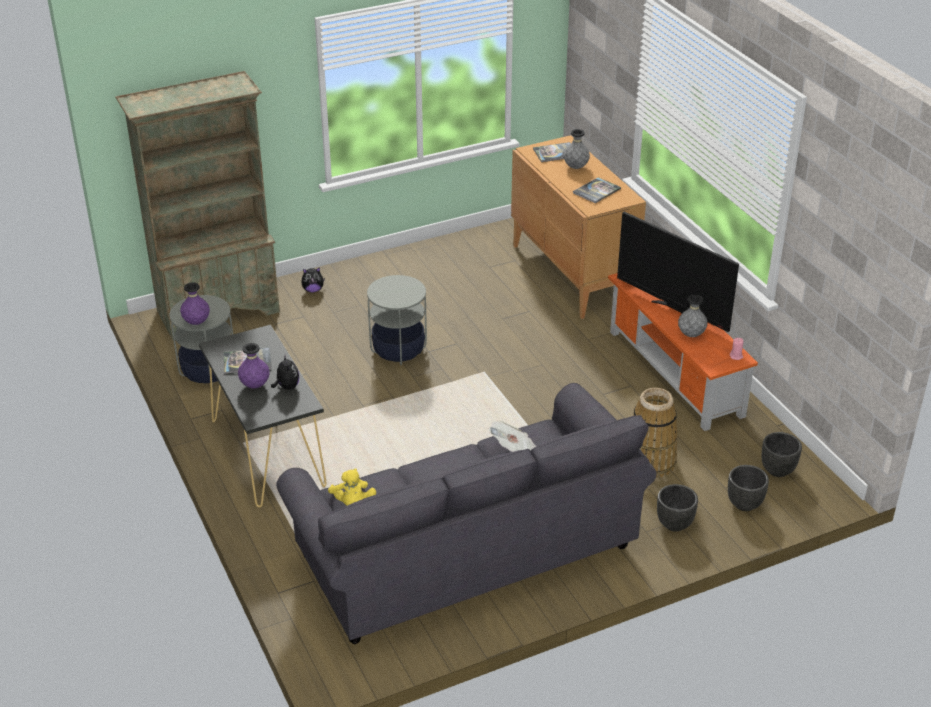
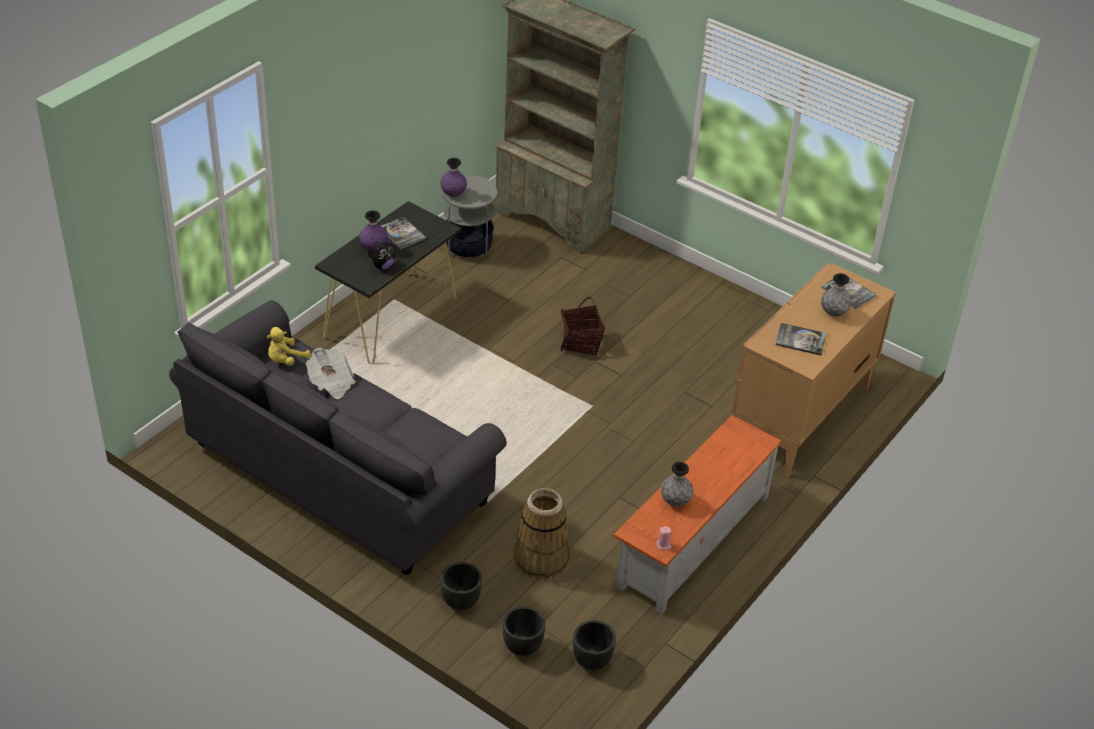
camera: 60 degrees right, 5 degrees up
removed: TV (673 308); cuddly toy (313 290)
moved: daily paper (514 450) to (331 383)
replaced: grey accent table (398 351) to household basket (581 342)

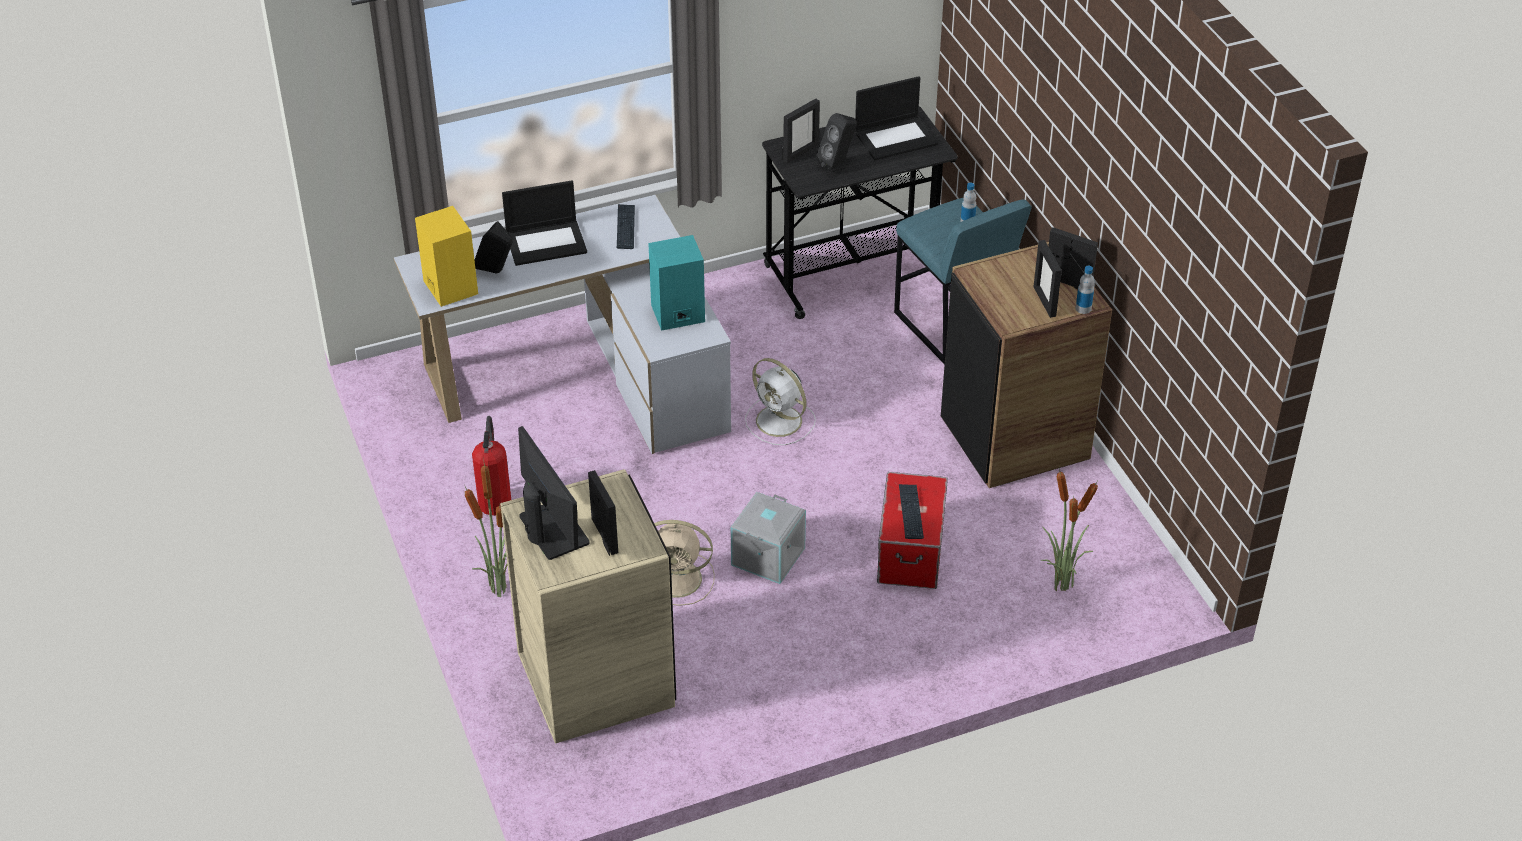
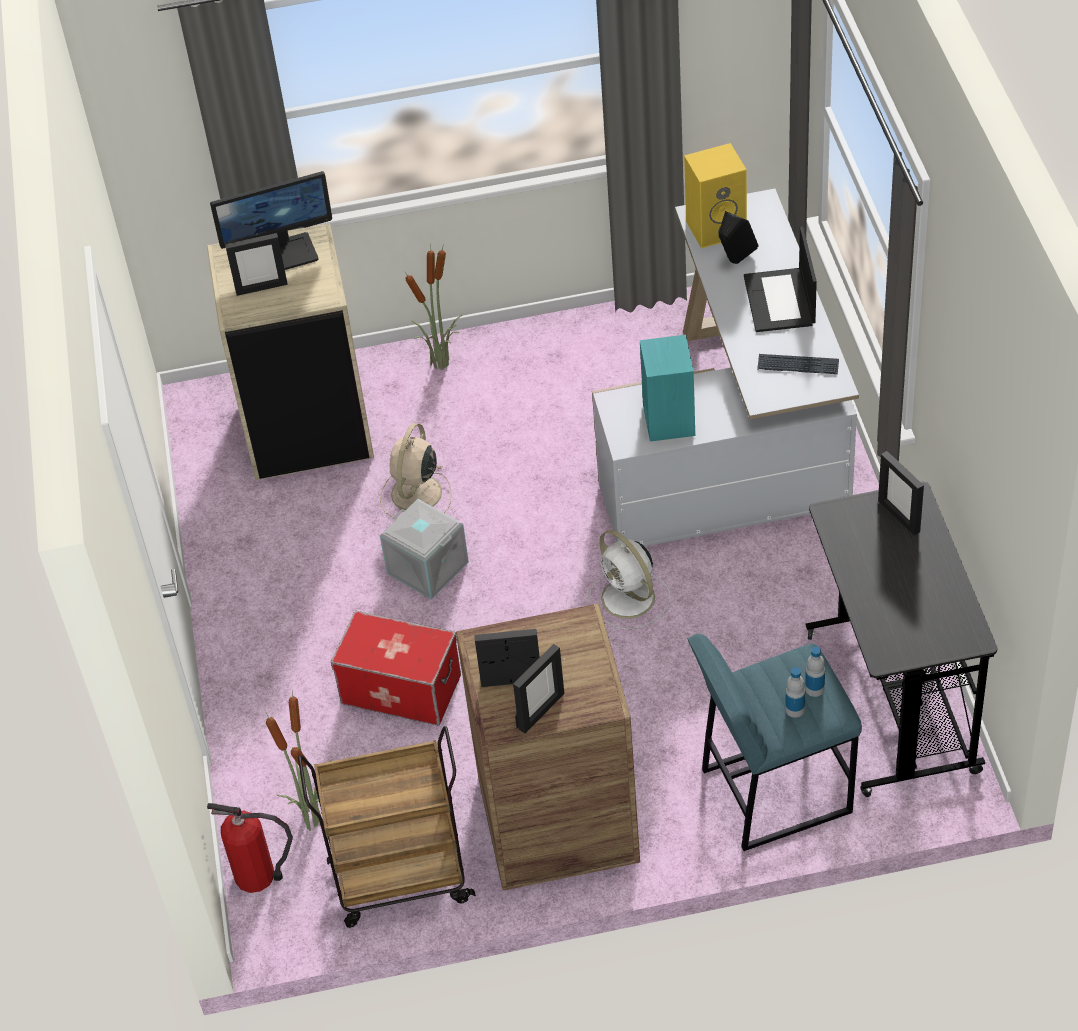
camera: 105 degrees right, 5 degrees up
removed: notebook computer (896 138); black-coloured audio speaker (837 164); keyboard (910 512)
added: brownish trolley (400 882)
moved: beverage bottle (1083 308) to (814 689); fire-fighting cylinder (494 500) to (259 875)
turned: white fan (780 422) = (629 599) 90 degrees counterclockwise

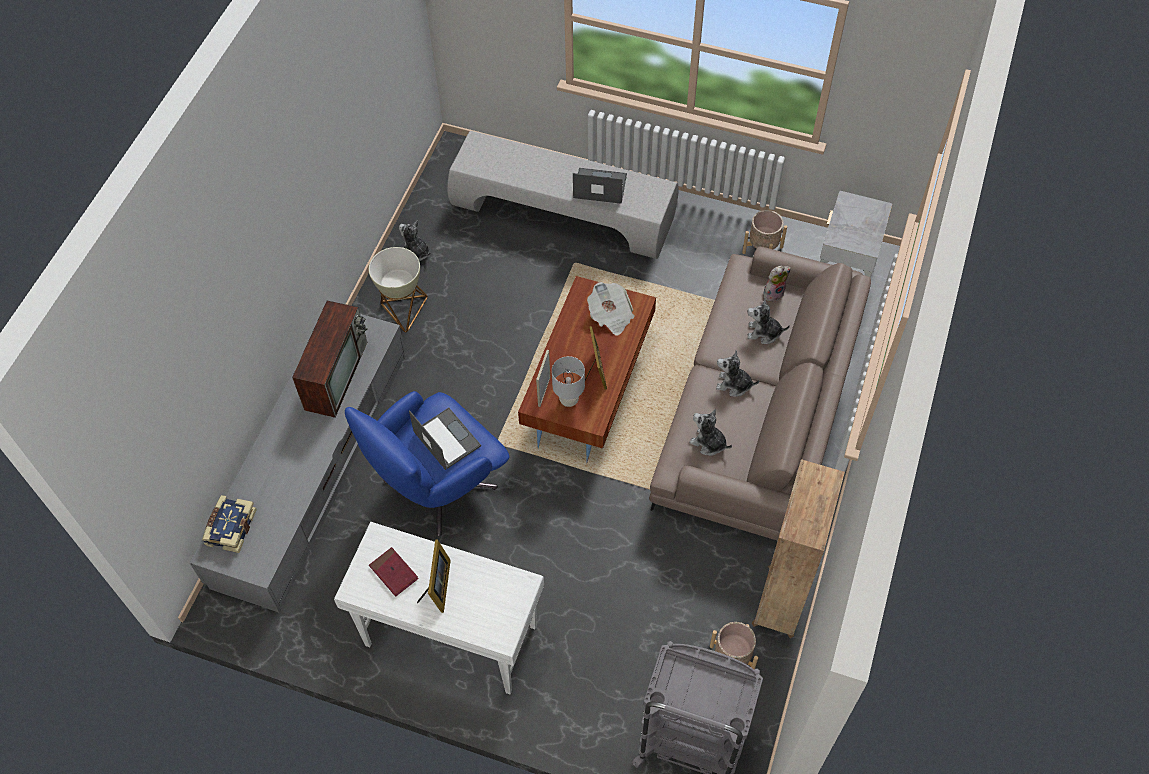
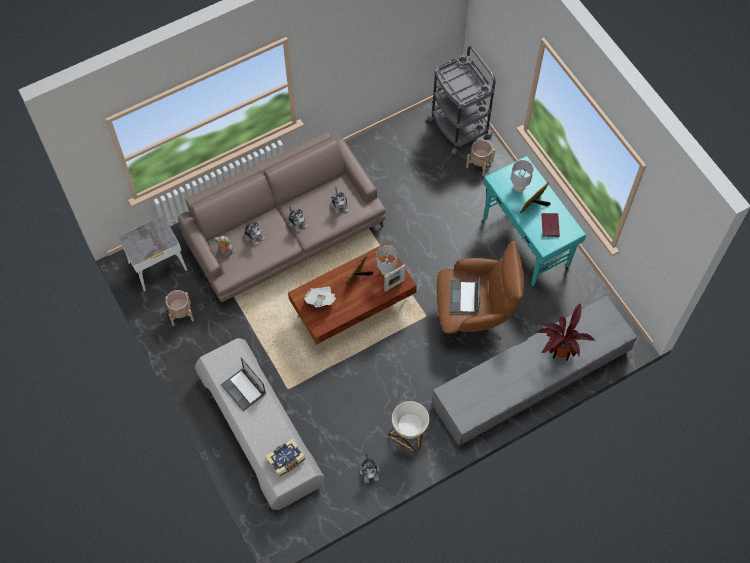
camera: 140 degrees left, 5 degrees up
removed: TV (336 374); brownish shelving unit (780 602)
added: grey tabletop lamp (519 187); potted plant (559 351)
moved: bound book (230 527) to (286 460); beige-coloured flower pot (732 658) to (479 164)
recoloured: blue-coloured easy chair (439 485) to brownish easy chair (473 316); white console table (450 636) to turquoise console table (526 242)

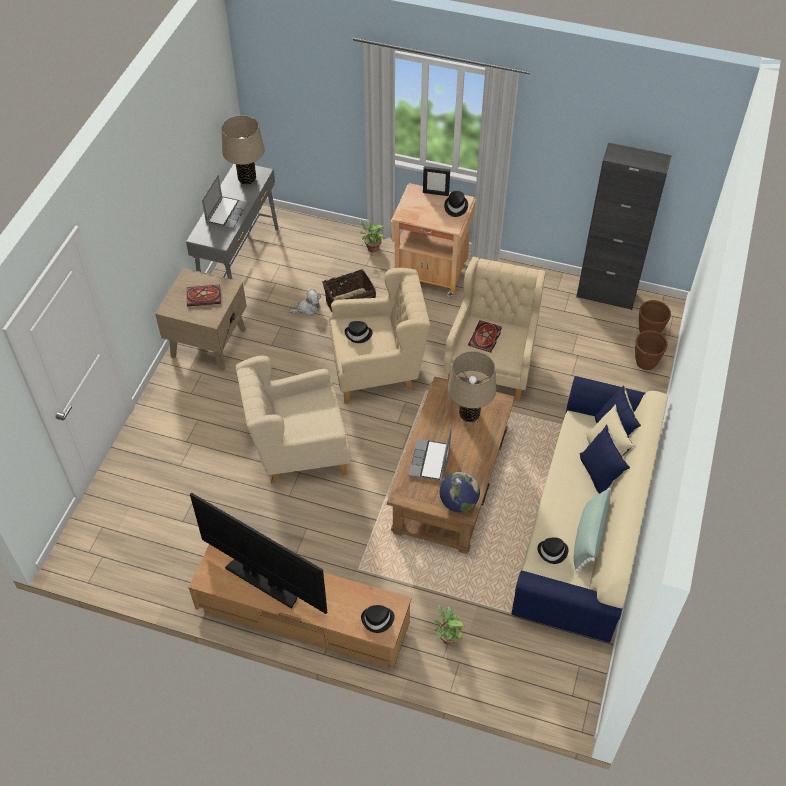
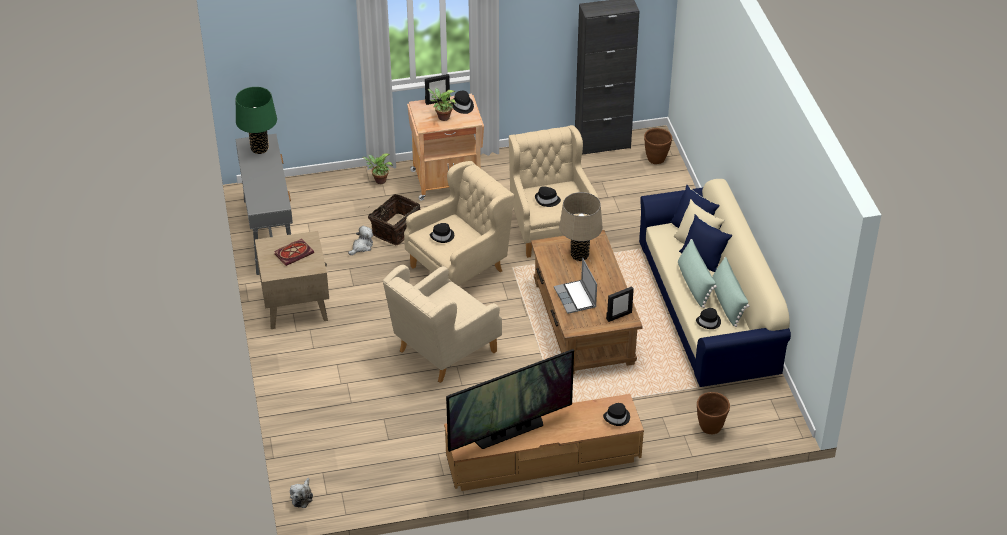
camera: 30 degrees left, 10 degrees down
removed: notebook computer (226 213)
added: greenish cushion (694 284); cuddly toy (302 497)
moved: brownish flower pot (645 364) to (710 428); potted plant (447 637) to (442 117)
replaced: bound book (485 338) to black-coloured wearable hat (547 200); globe (458 502) to picture frame (619 315)
recoloured: beige-coloured tabletop lamp (247 179) to greenish tabletop lamp (259 149)
turned: TV (262 582) = (509 432) 150 degrees clockwise

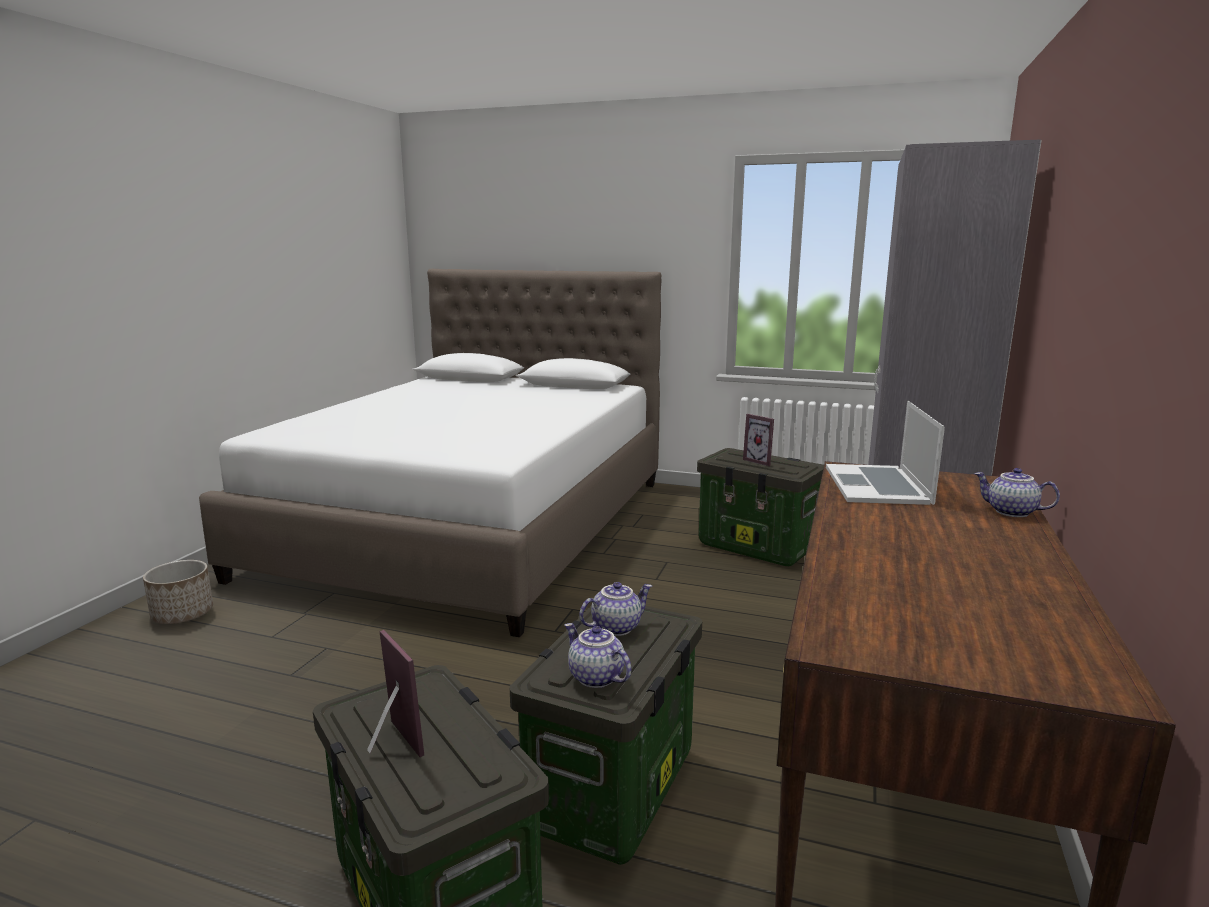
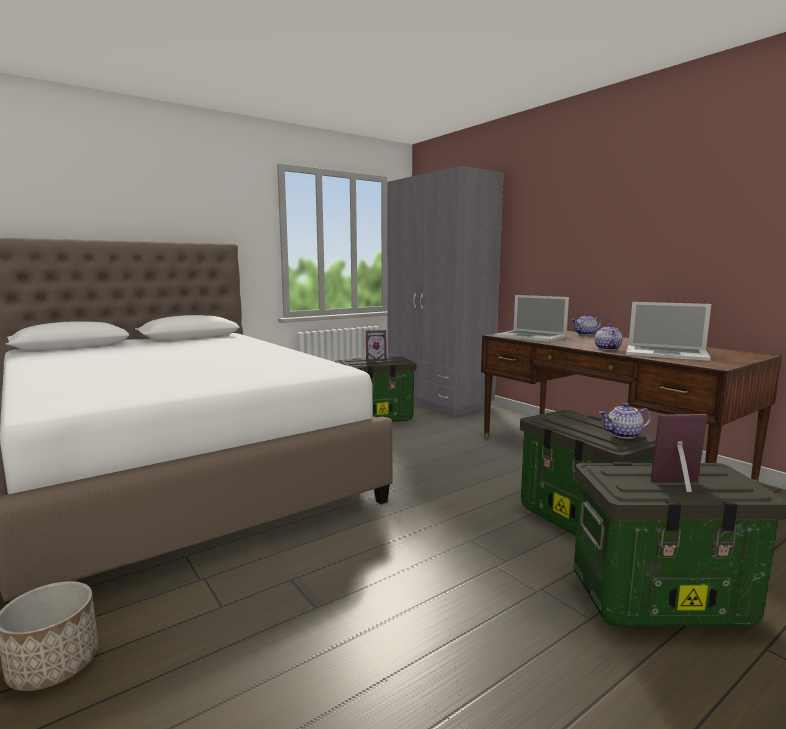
camera: 55 degrees left, 5 degrees down
added: notebook computer (666 353)
moved: pot for tea (616 627) to (606 349)

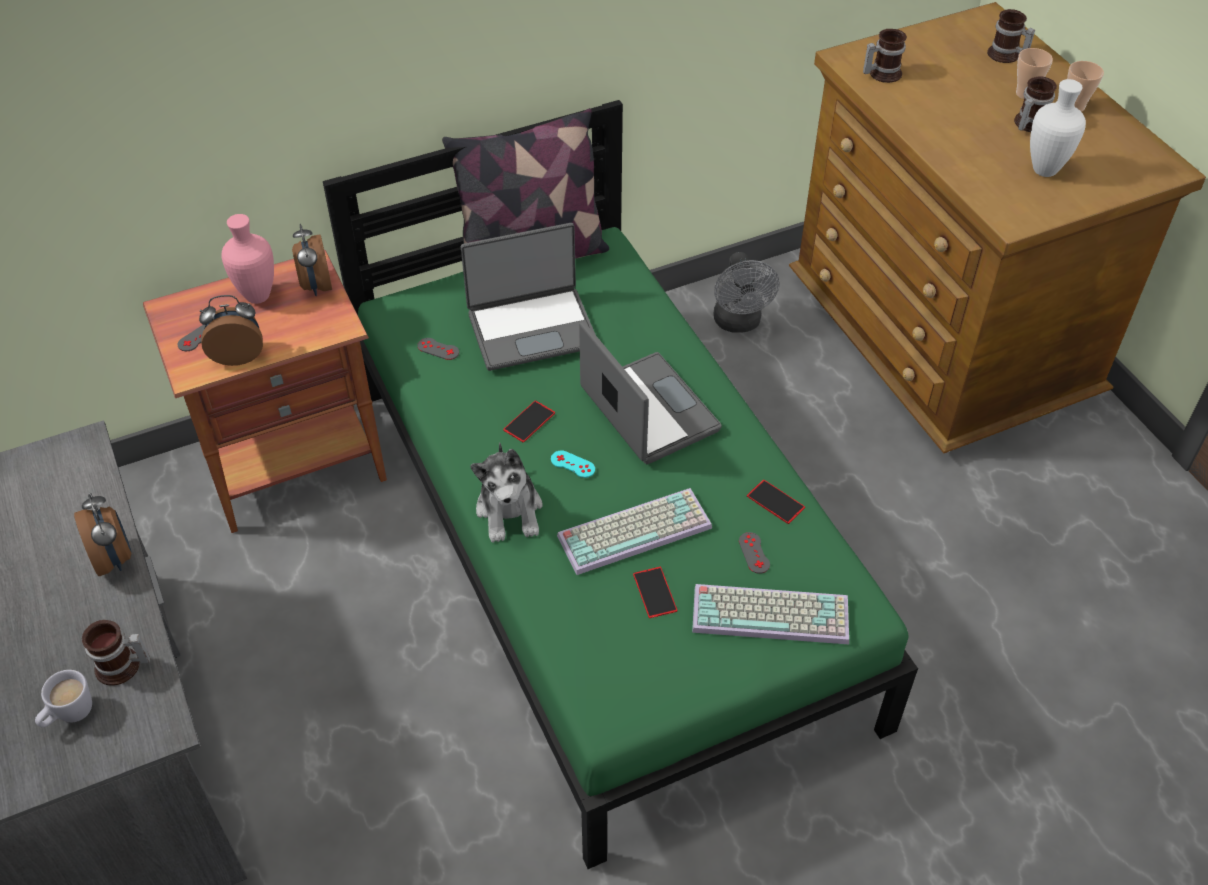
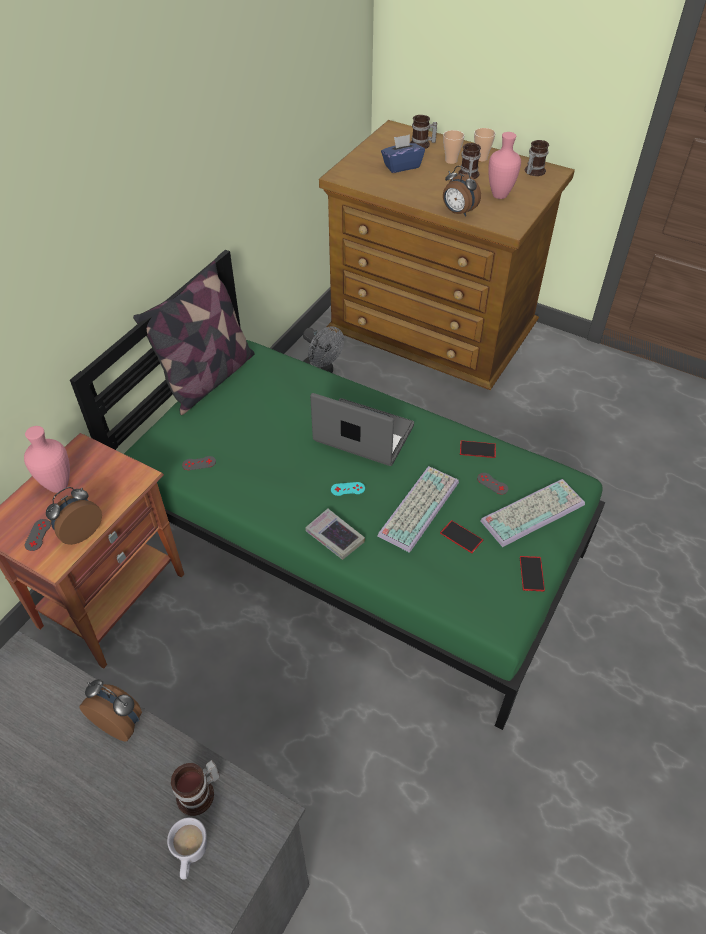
camera: 35 degrees left, 0 degrees up
removed: notebook computer (532 328)
added: blue-coloured box of tissues (401 166)
moved: tea mug (881 73) to (533 171); bedside clock (315 285) to (458 212); phone (529 421) to (531 573)
replaced: cuddly toy (510 510) to bound book (335 537)
recoloured: white flower vase (1043 170) to pink-coloured flower vase (499 196)

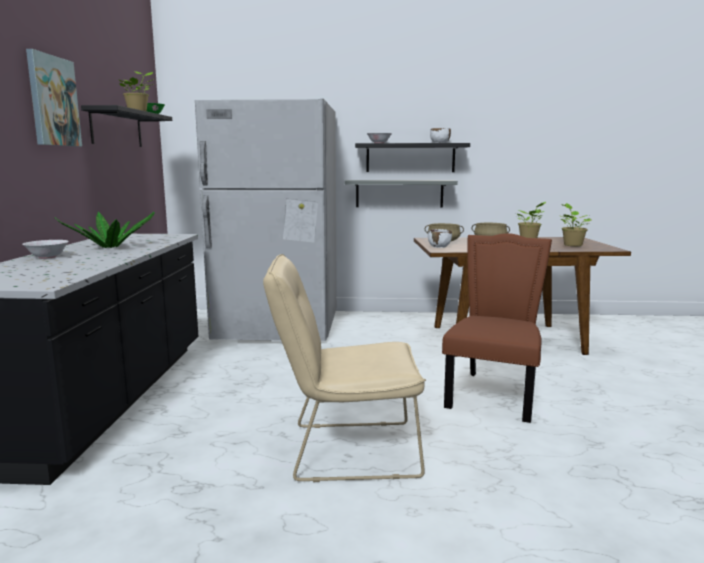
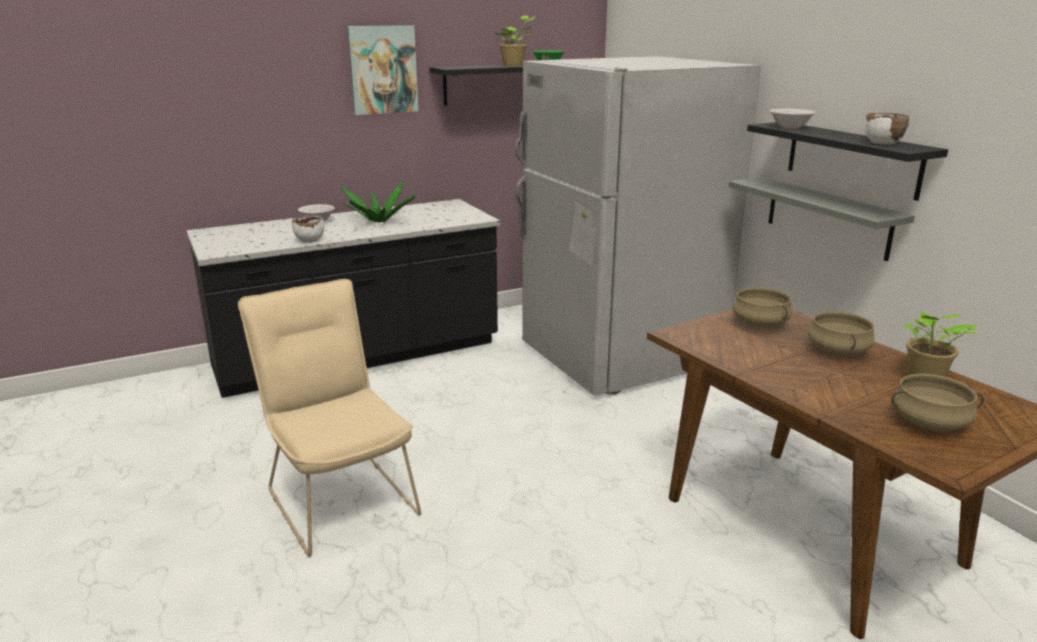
camera: 60 degrees right, 10 degrees up
removed: brownish plain chair (493 396)
moved: white serving bowl (439 246) to (310 240)
replaced: potted plant (572 245) to beige-coloured saucepot (929 423)

